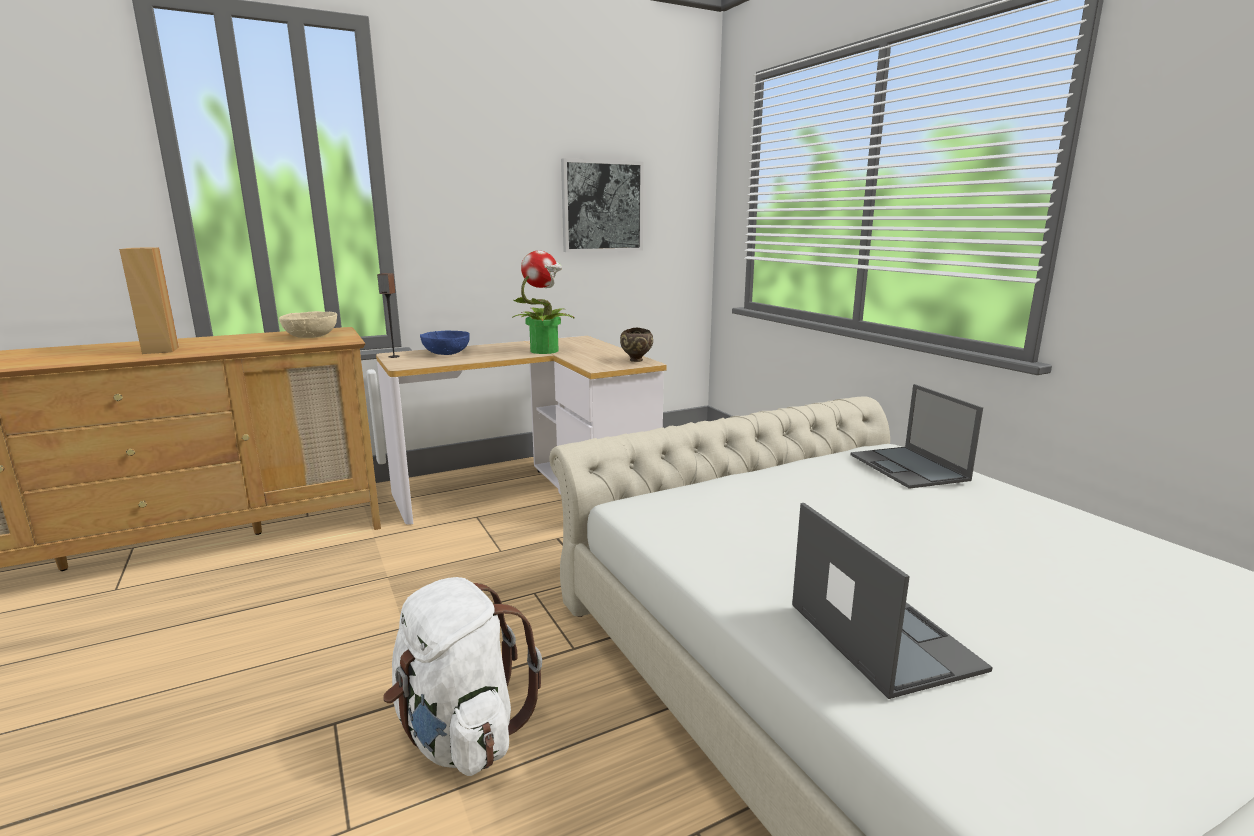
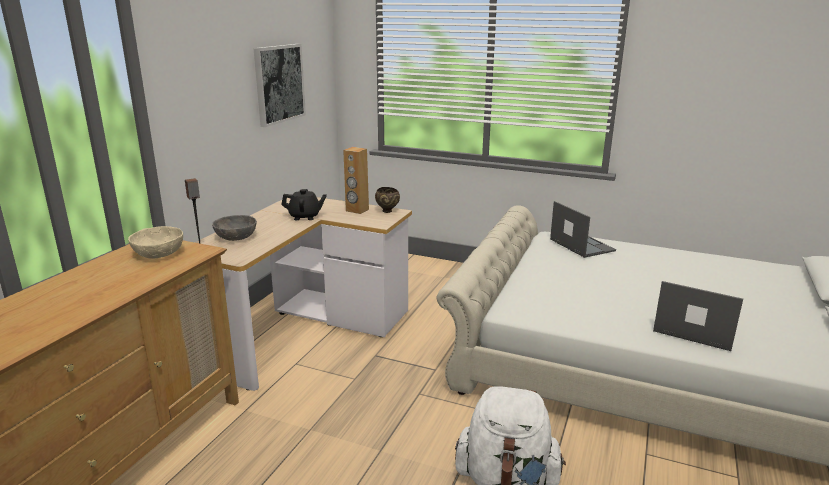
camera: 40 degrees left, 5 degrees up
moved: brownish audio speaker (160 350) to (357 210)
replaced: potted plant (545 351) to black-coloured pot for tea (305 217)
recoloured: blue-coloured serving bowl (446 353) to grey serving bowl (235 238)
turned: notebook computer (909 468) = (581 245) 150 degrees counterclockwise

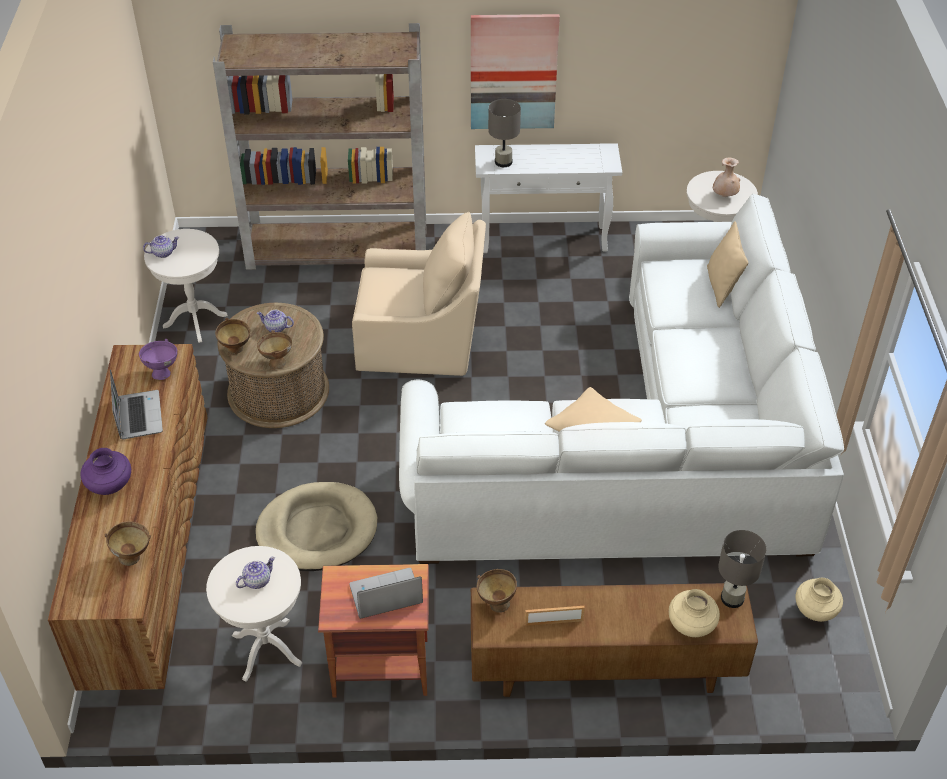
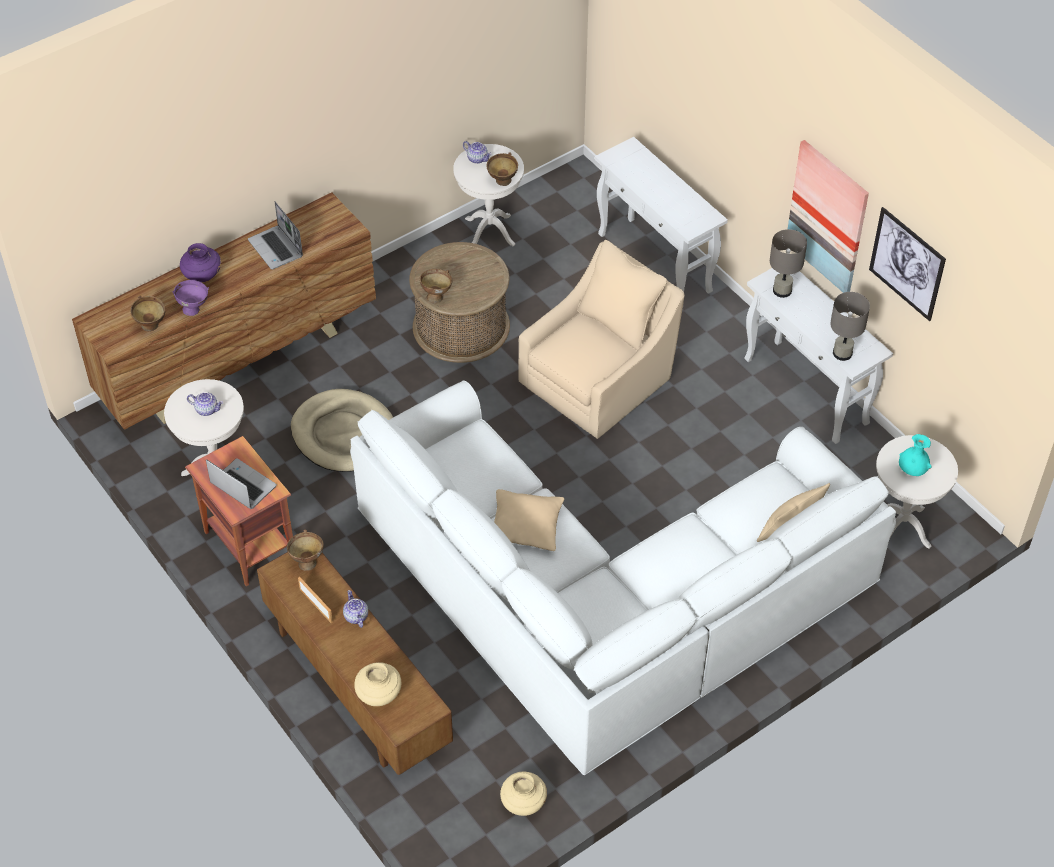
camera: 55 degrees right, 5 degrees up
added: wall picture (907 264)
moved: pot for tea (276 328) to (355 616); brownish serving bowl (236 351) to (502 183); purple-coloured serving bowl (163 371) to (195 309); grey tabletop lamp (731 598) to (842 353)
replaced: brownish shelving unit (338 248) to white console table (655 263)
recoloured: beige-coloured flower vase (724 196) to turquoise flower vase (912 471)
turned: beige-coloured easy chair (421 339) = (599 379) 105 degrees counterclockwise; notebook computer (138 415) = (276 249) 105 degrees clockwise

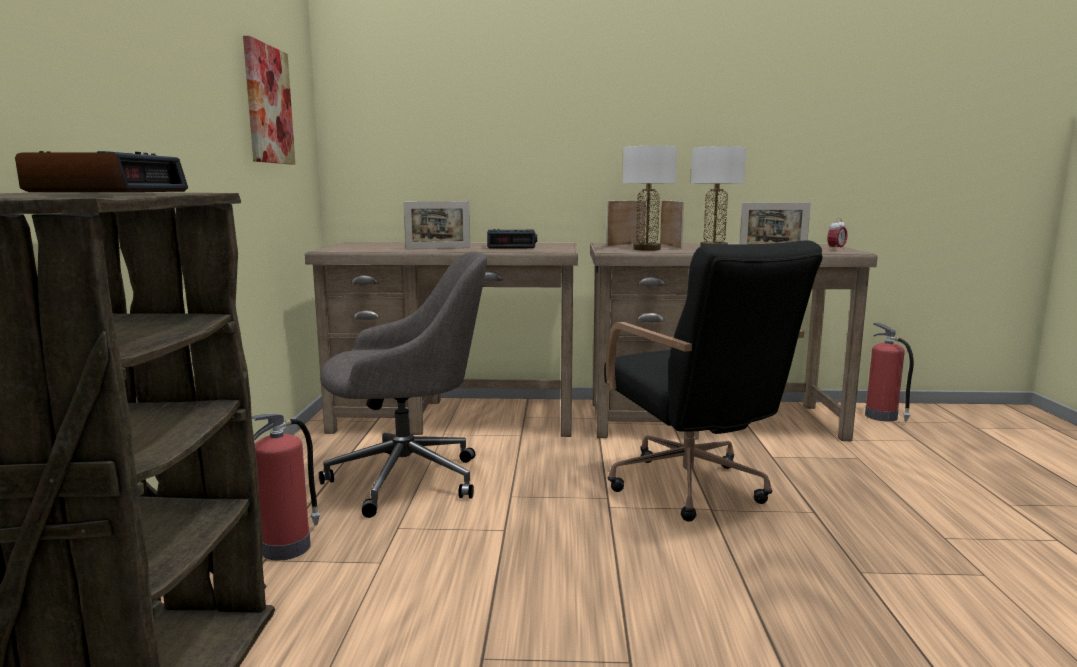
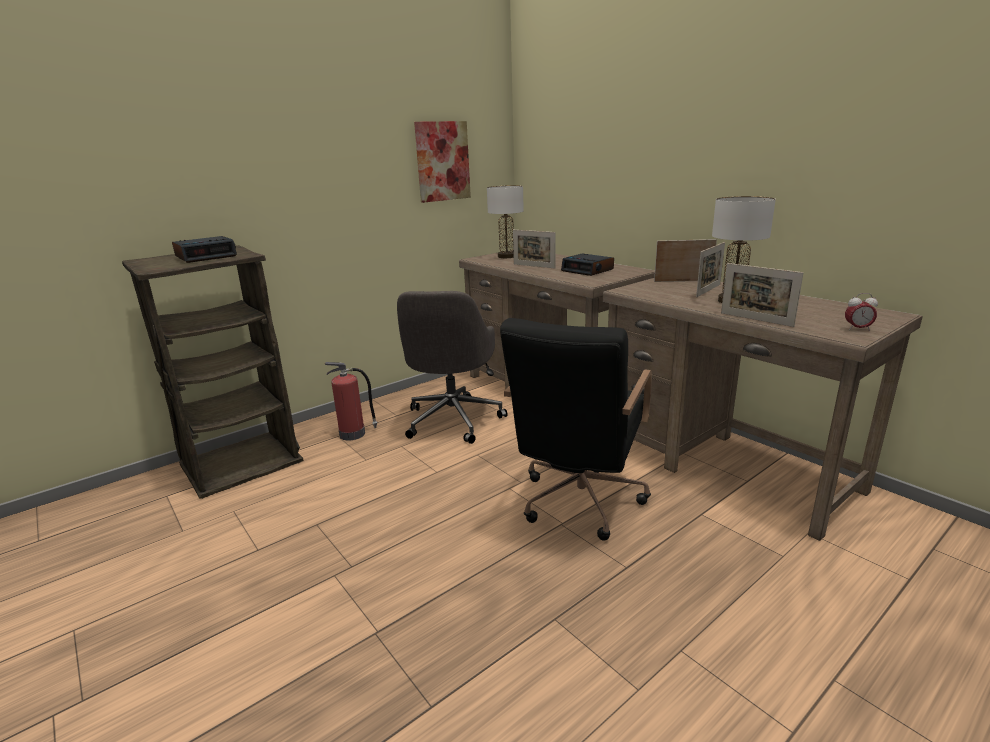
camera: 50 degrees right, 10 degrees up
removed: fire-fighting cylinder (882 417)
moved: tabletop lamp (647 249) to (507 256)
turned: grey computer chair (407 479) = (453 421) 60 degrees clockwise

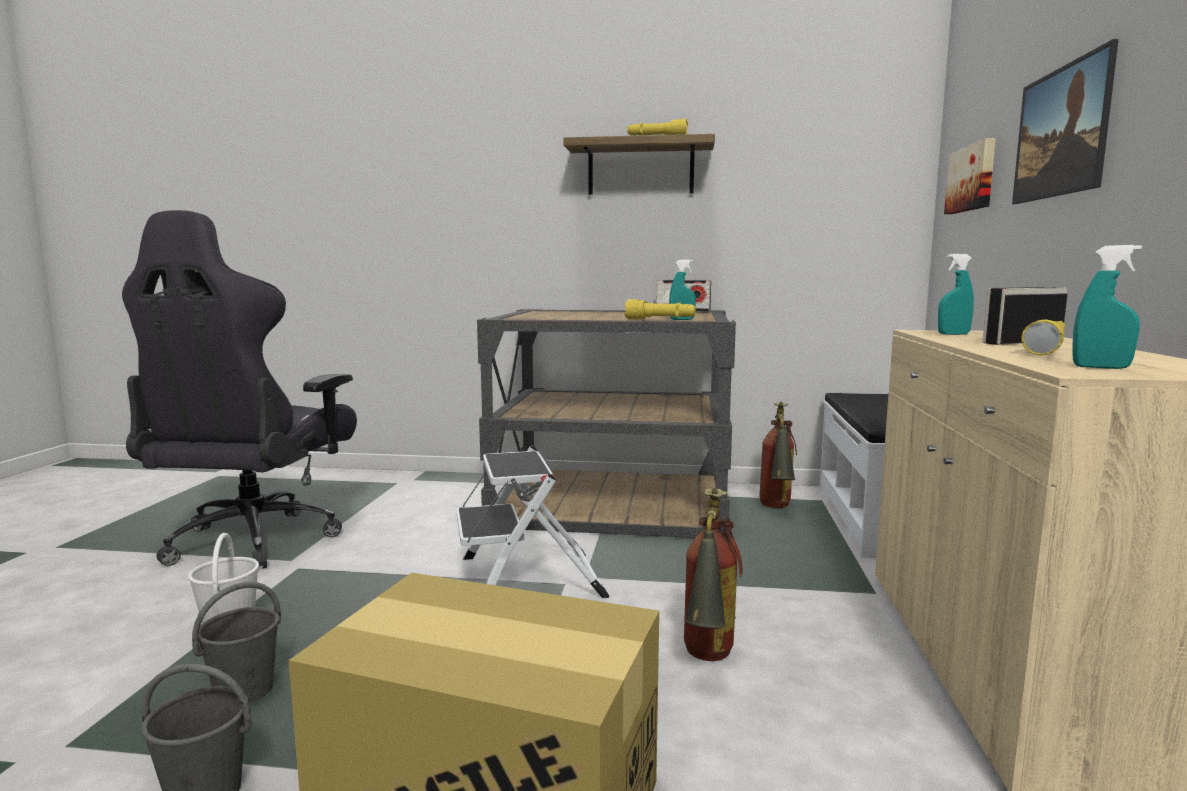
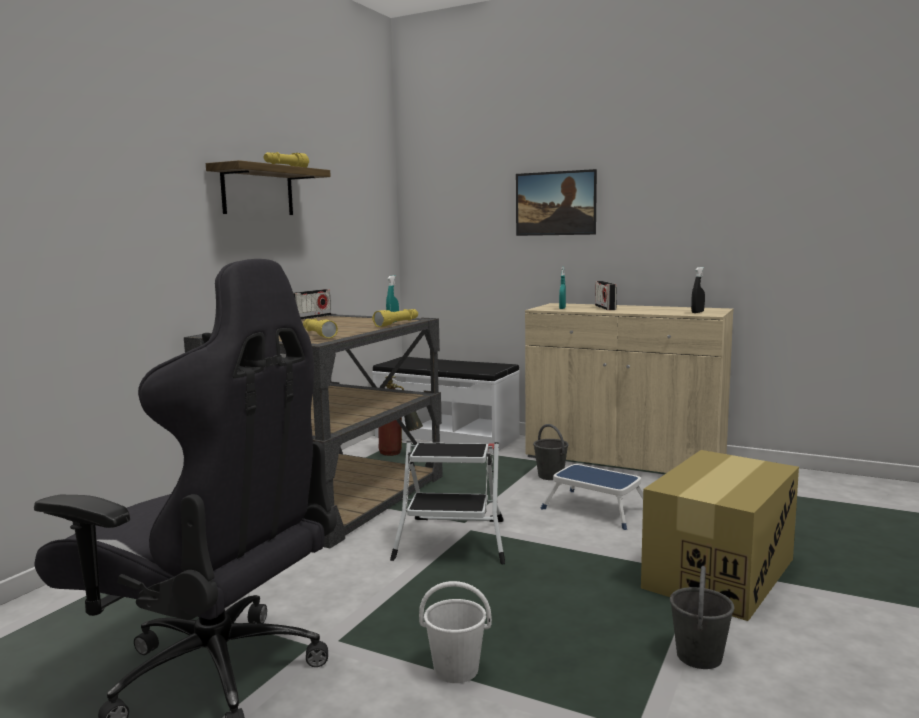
camera: 70 degrees left, 0 degrees up
removed: wall picture (972 178)
moved: yellowish hand torch (1045 350) to (318 335); grey water bucket (245 690) to (550 476)
replaced: fire-fighting cylinder (706 661) to blue-coloured step ladder (596 508)
recoloured: turquoise hand sprayer (1101 367) to black-coloured hand sprayer (697 312)

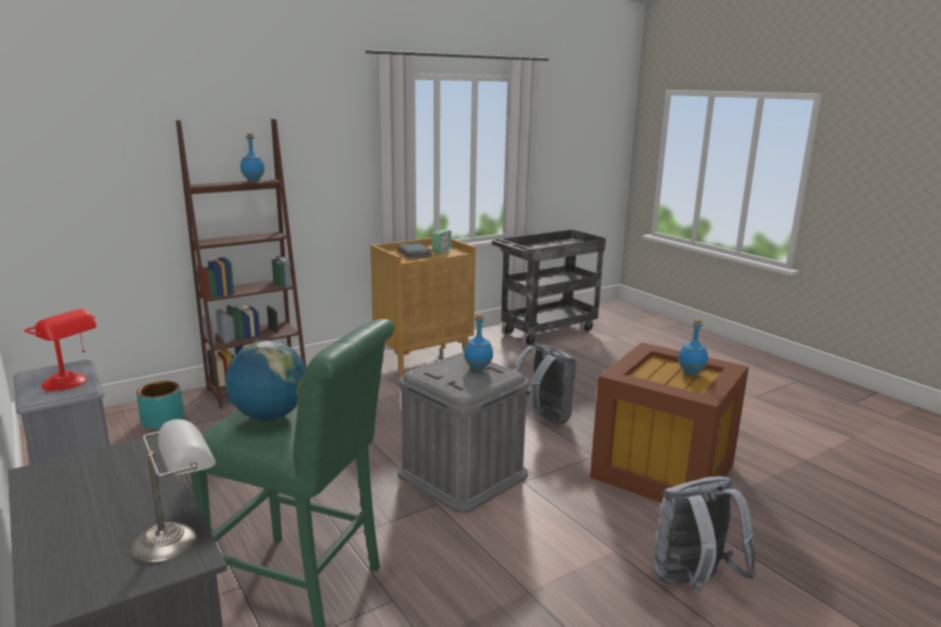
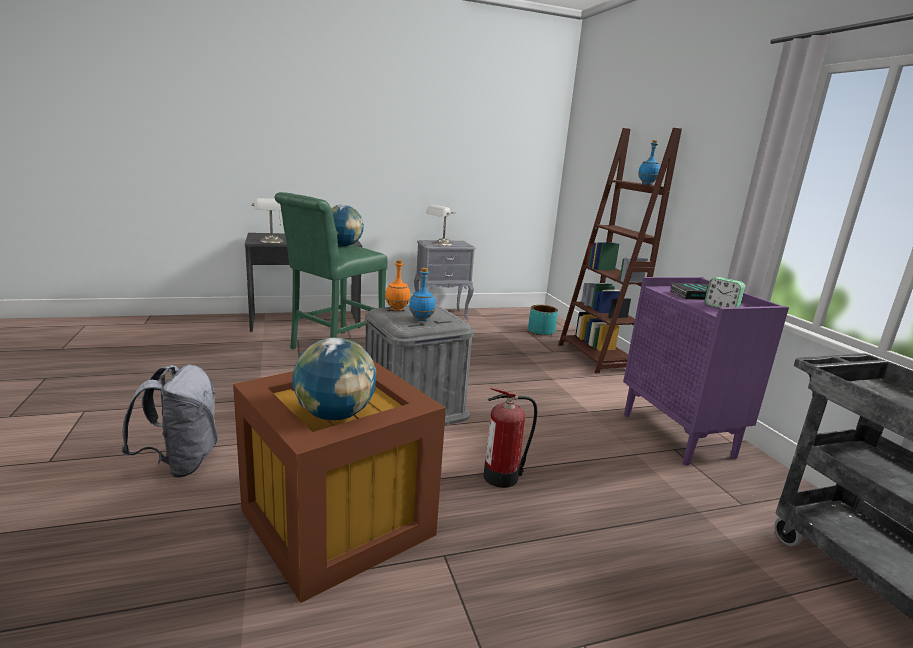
camera: 105 degrees right, 0 degrees up
added: orange-coloured beverage bottle (396 309)
replaced: blue-coloured beverage bottle (690 373) to globe (335 415); grey rucksack (543 418) to fire-fighting cylinder (503 476)
recoloured: brownish storage cabinet (424 361) to purple-coloured storage cabinet (677 435); red tabletop lamp (71 383) to white tabletop lamp (440 243)

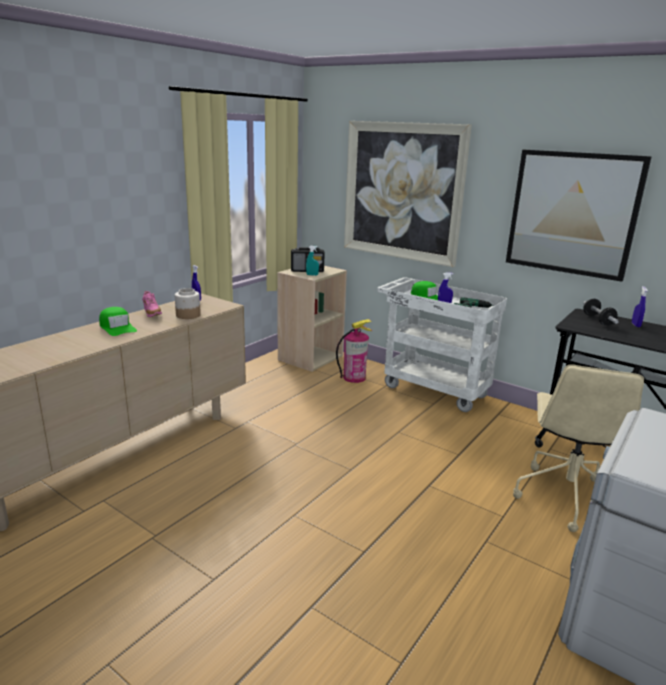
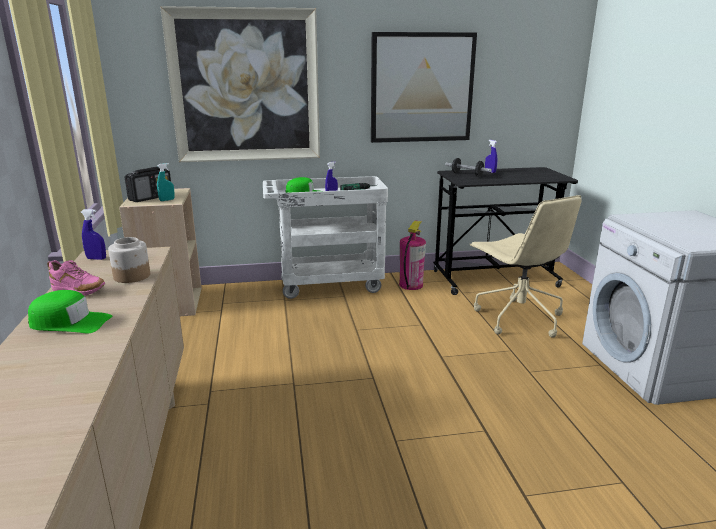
camera: 45 degrees left, 0 degrees up
moved: fire-fighting cylinder (354 377) to (410 285)

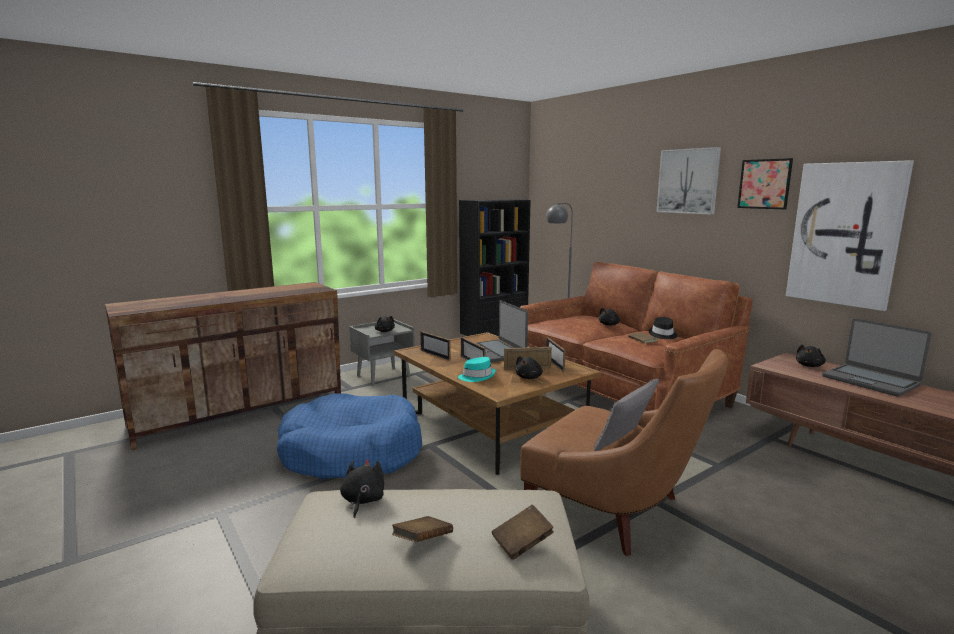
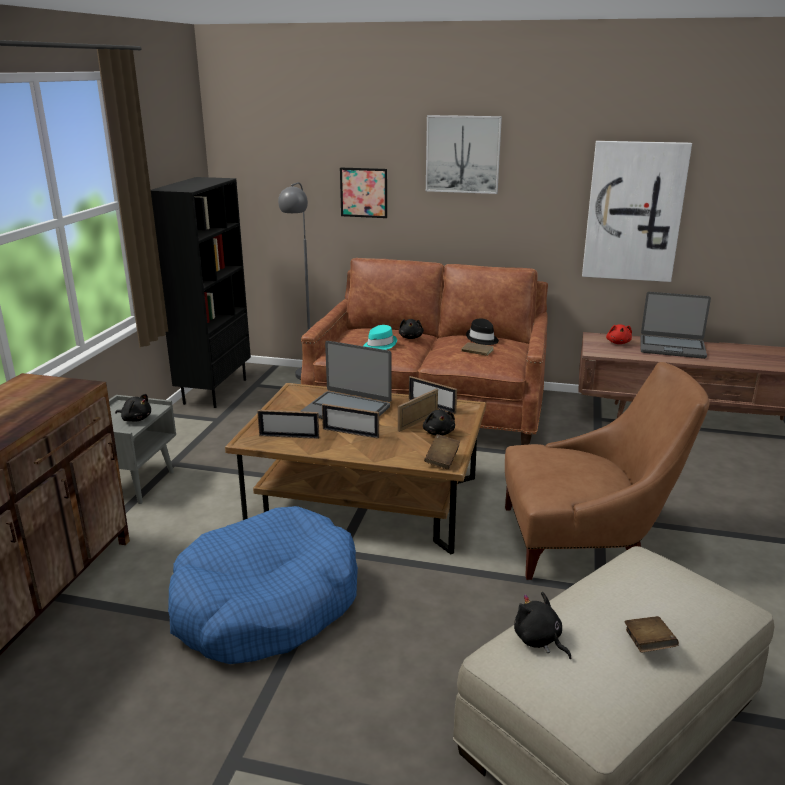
camera: 40 degrees left, 10 degrees up
removed: grey cushion (625 440)
moved: wall picture (764 184) to (364 192); turquoise wearable hat (477 376) to (379 345); brownish bound book (522 543) to (442 460)
recoloured: black-coloured cuddly toy (809 365) to red cuddly toy (618 343)

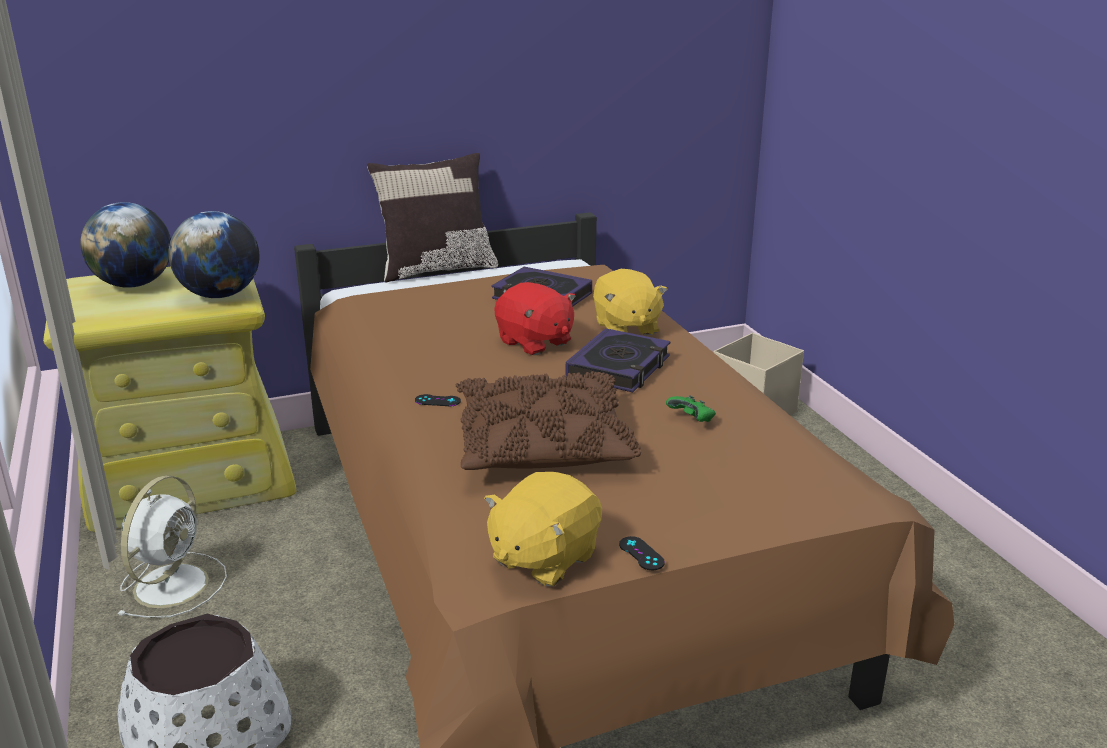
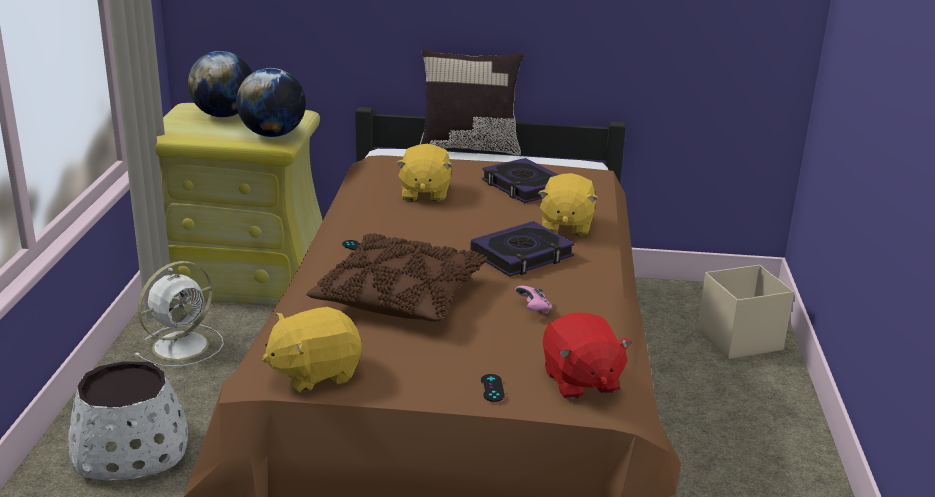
camera: 25 degrees right, 0 degrees up
added: yellowish cuddly toy (424 194)
moved: red cuddly toy (534 342) to (580 381); black-coloured gamepad (641 553) to (492 388)
recoloured: greenish gamepad (692 420) to pink-coloured gamepad (534 309)

